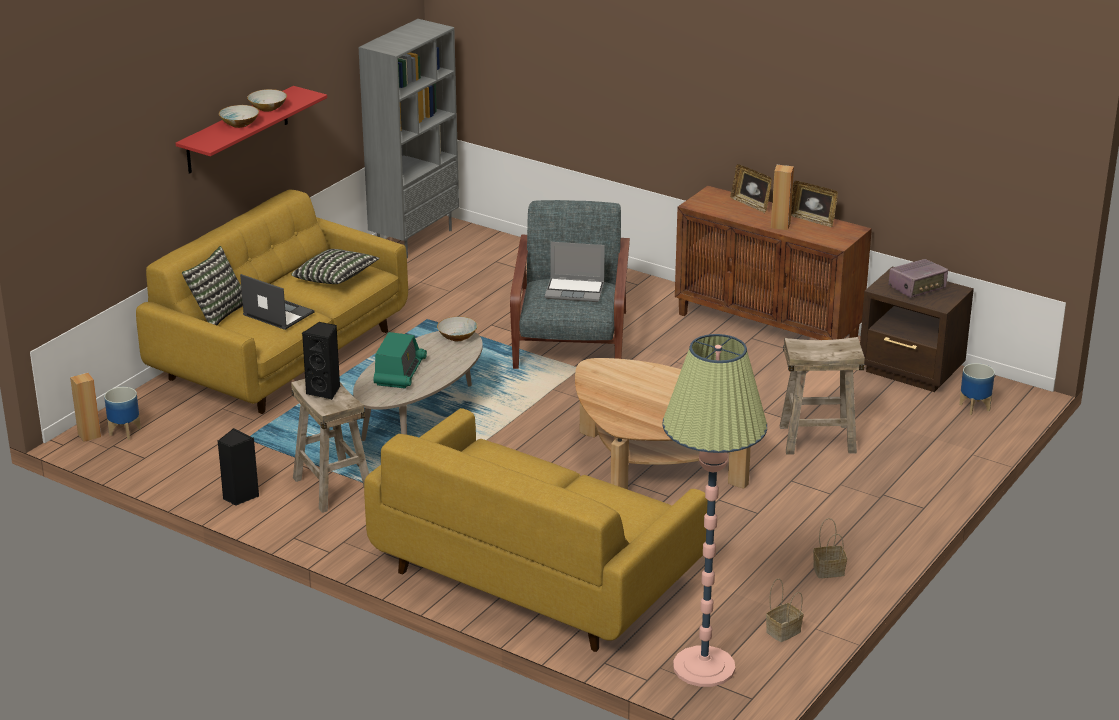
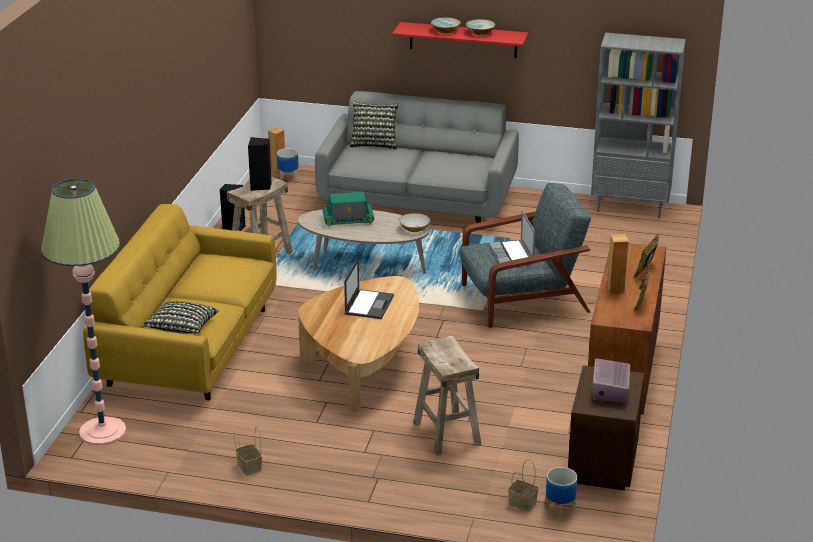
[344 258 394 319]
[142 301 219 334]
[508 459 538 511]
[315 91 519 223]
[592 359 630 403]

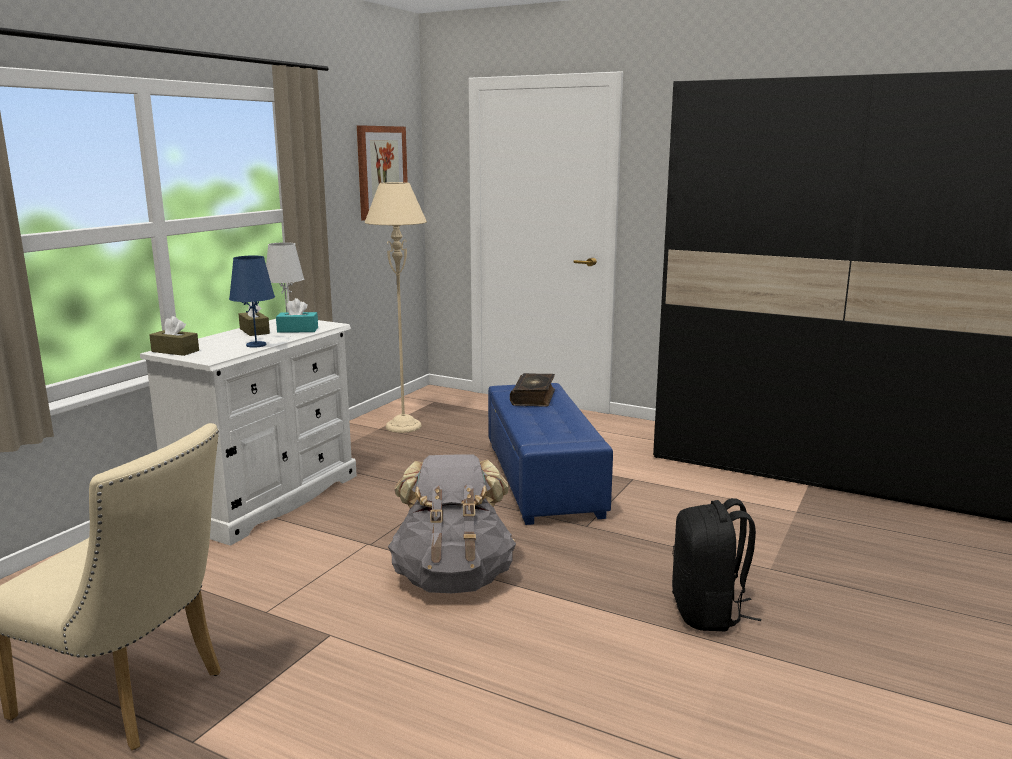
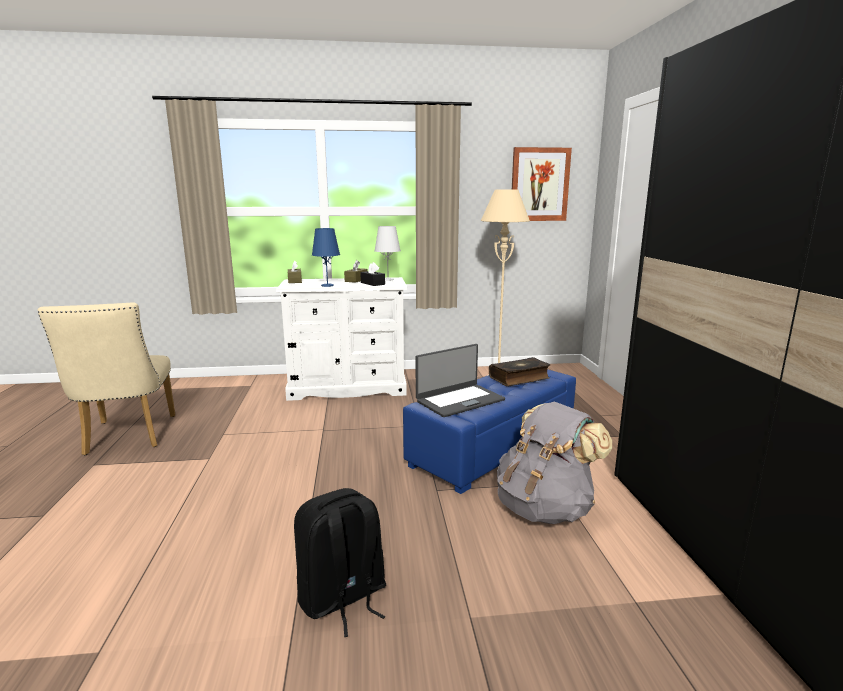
[416 344 505 417]
[497 401 612 524]
[360 262 385 286]

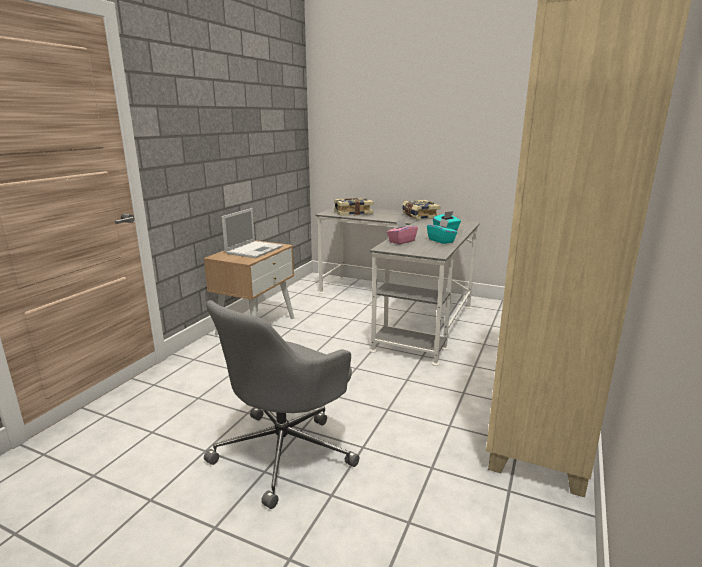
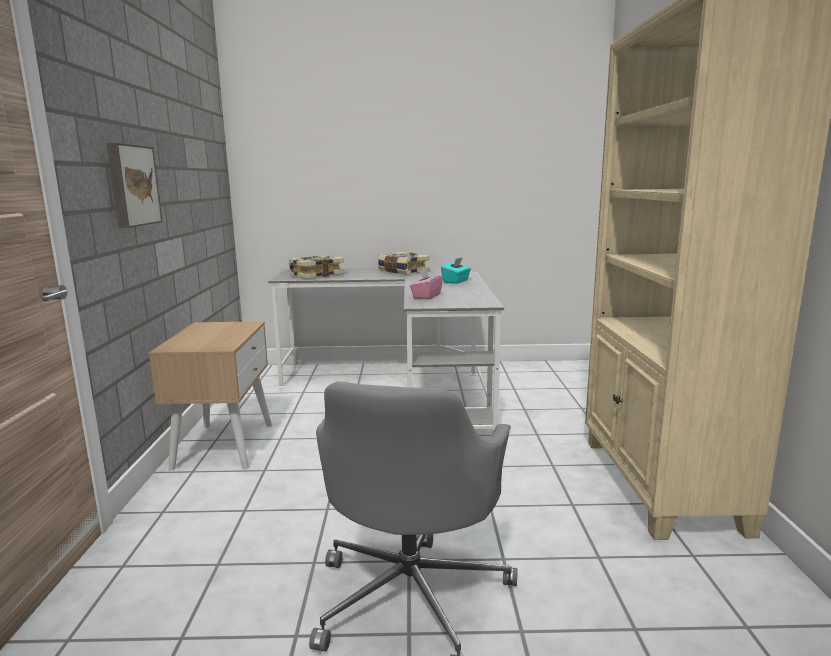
[222 208 283 258] (first image)
[427 219 458 244] (first image)
[107 143 163 228]

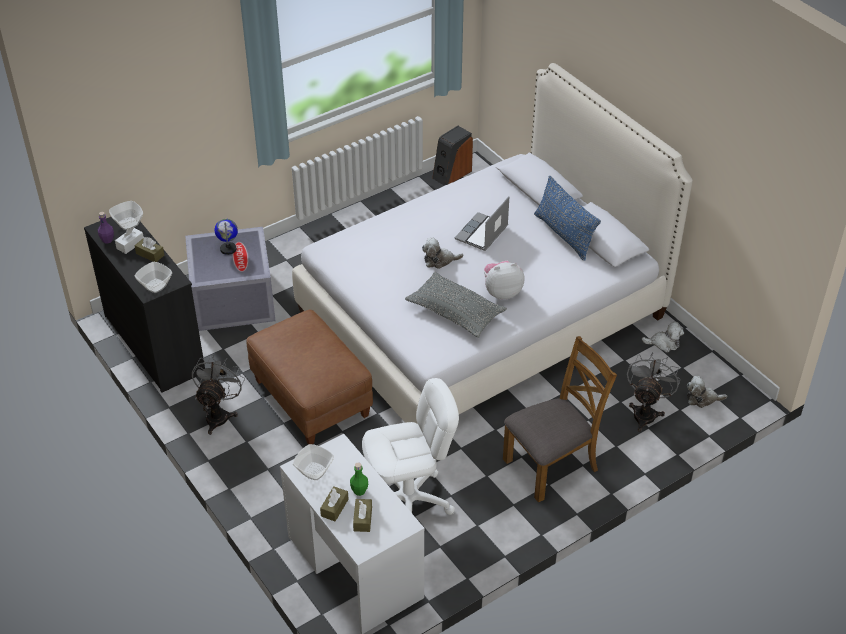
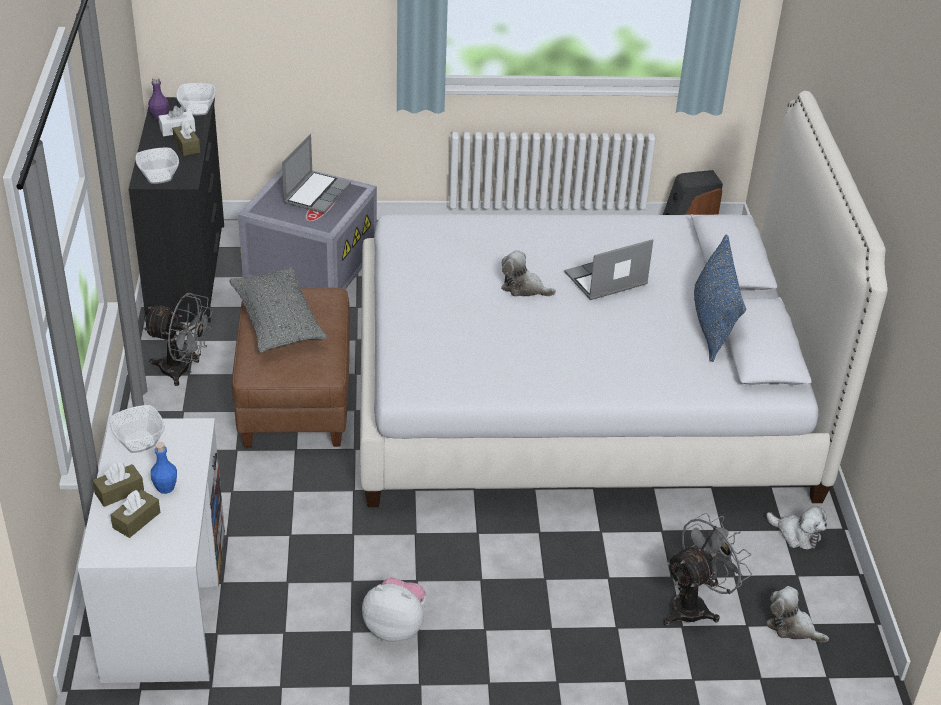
[362 378 459 515] (first image)
[503 336 617 502] (first image)
[229 267 327 353]
[362 577 426 642]
[282 134 351 213]
[151 442 177 494]
[143 293 213 386]

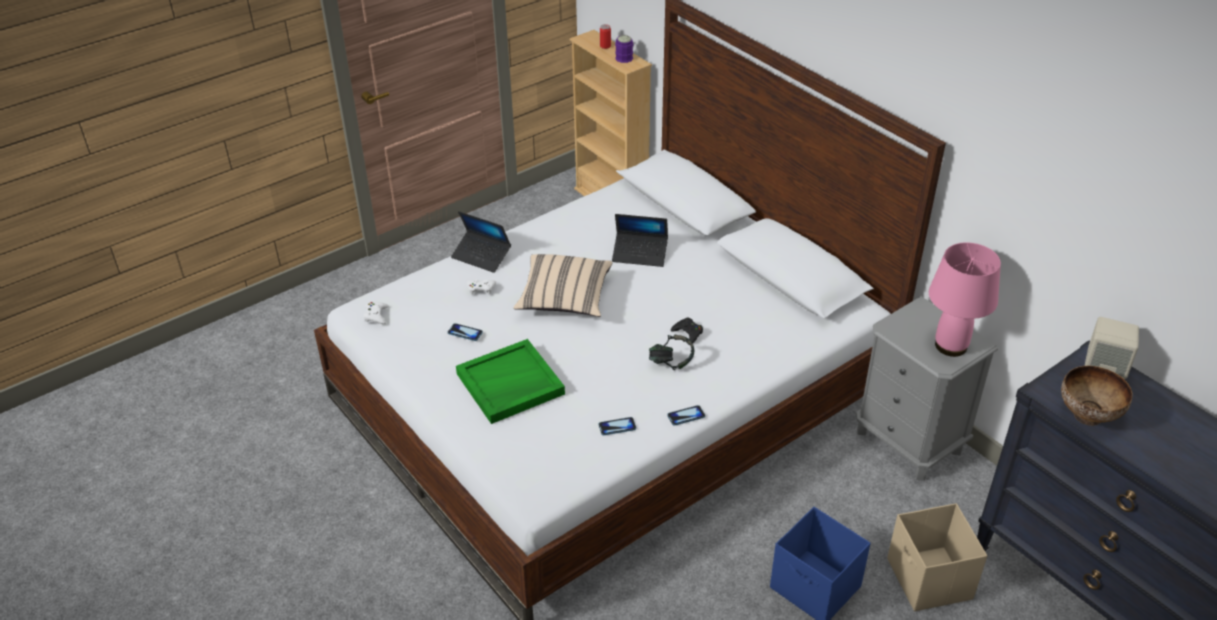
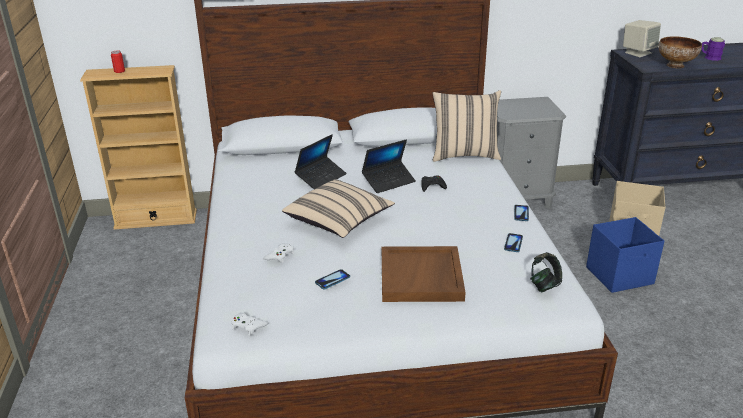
[929 243 1001 357] (first image)
[433 90 501 162]
[362 139 416 193]
[702 37 725 61]
[530 252 562 292]
[382 246 466 302]

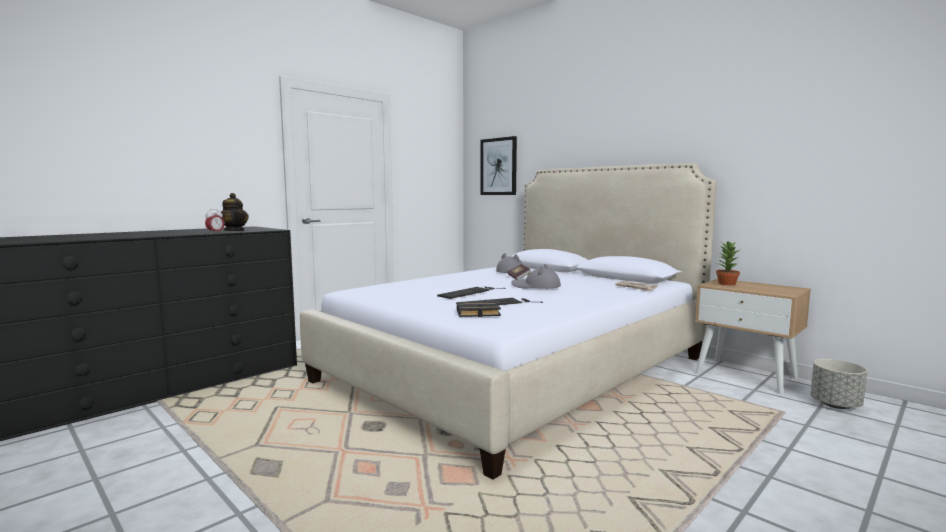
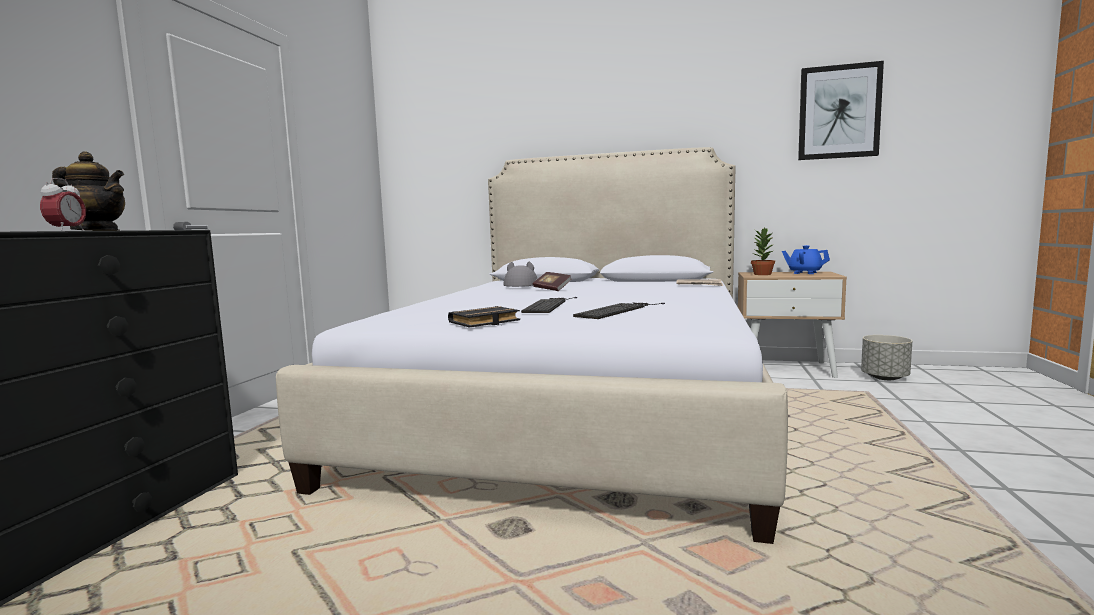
[511 264 561 288] (first image)
[782 245 830 274]
[448 306 520 328]
[798 61 884 160]

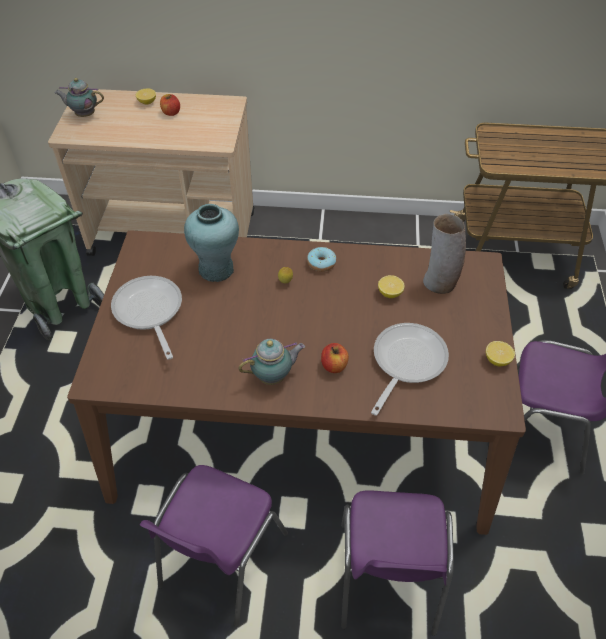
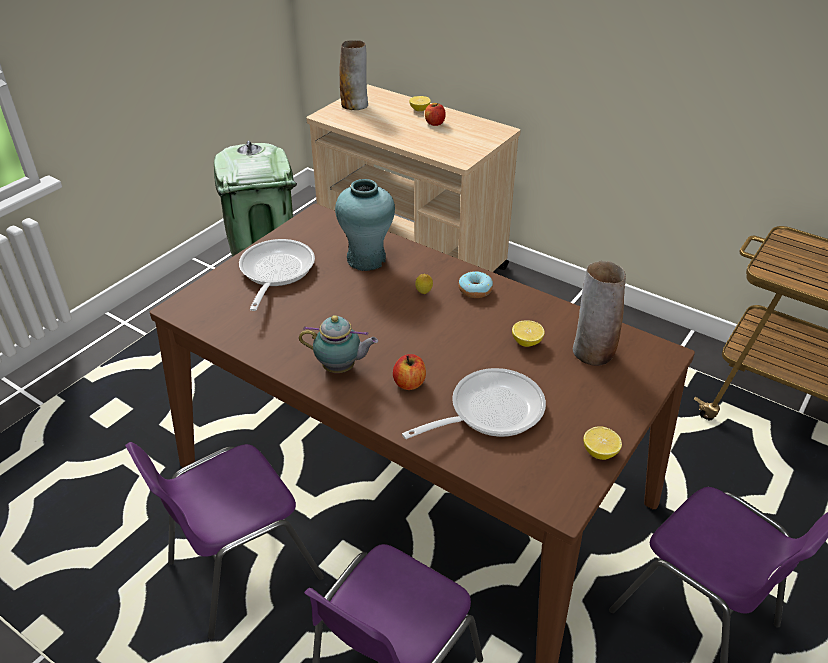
[340 40 368 110]

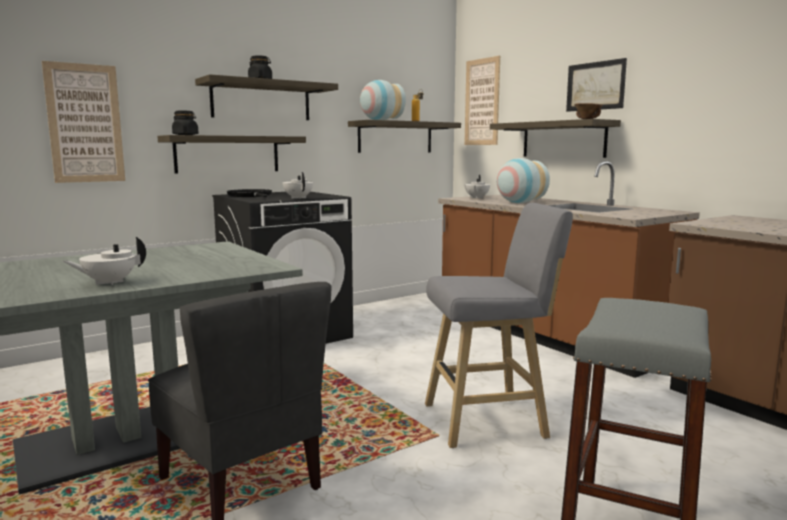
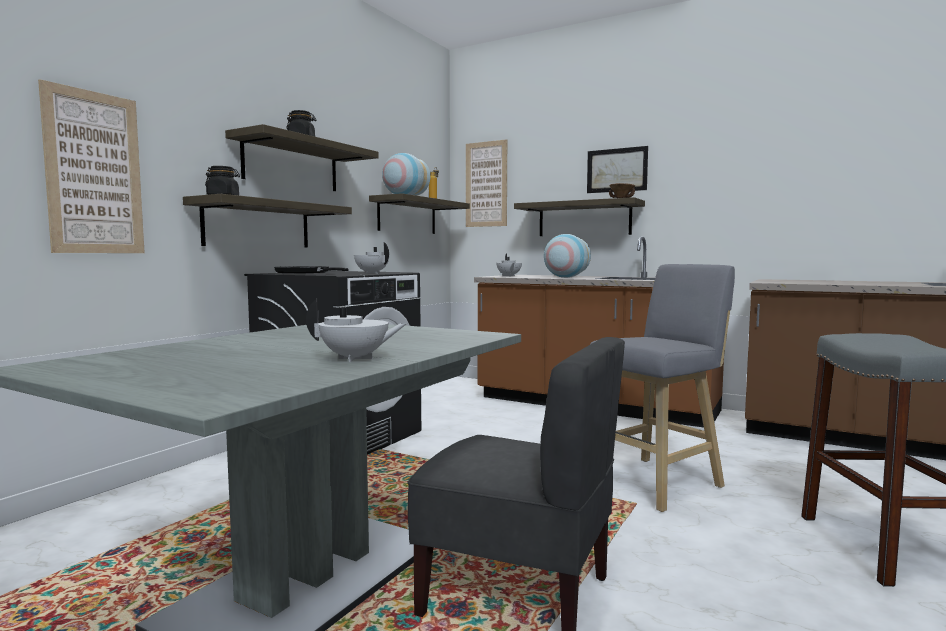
[306 299 407 362]

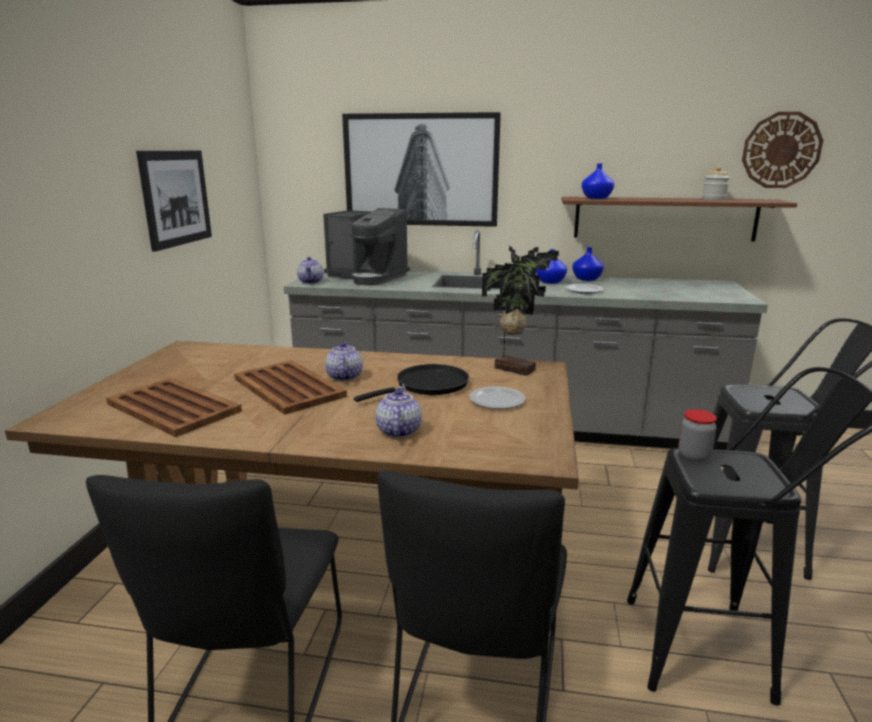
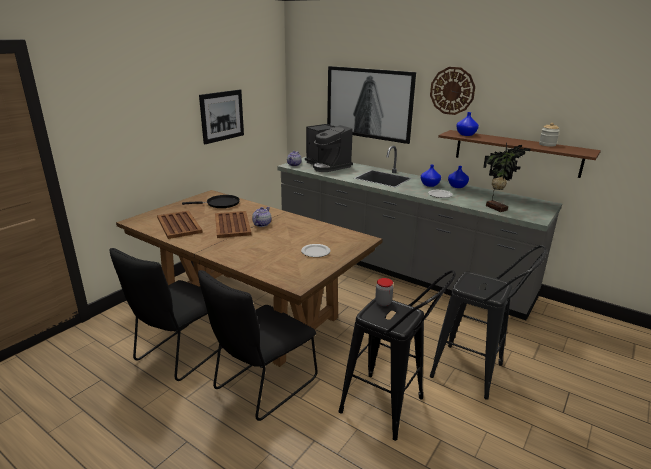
[376 387 422 438] (first image)
[182 195 240 208]
[483 142 531 212]
[430 67 475 115]

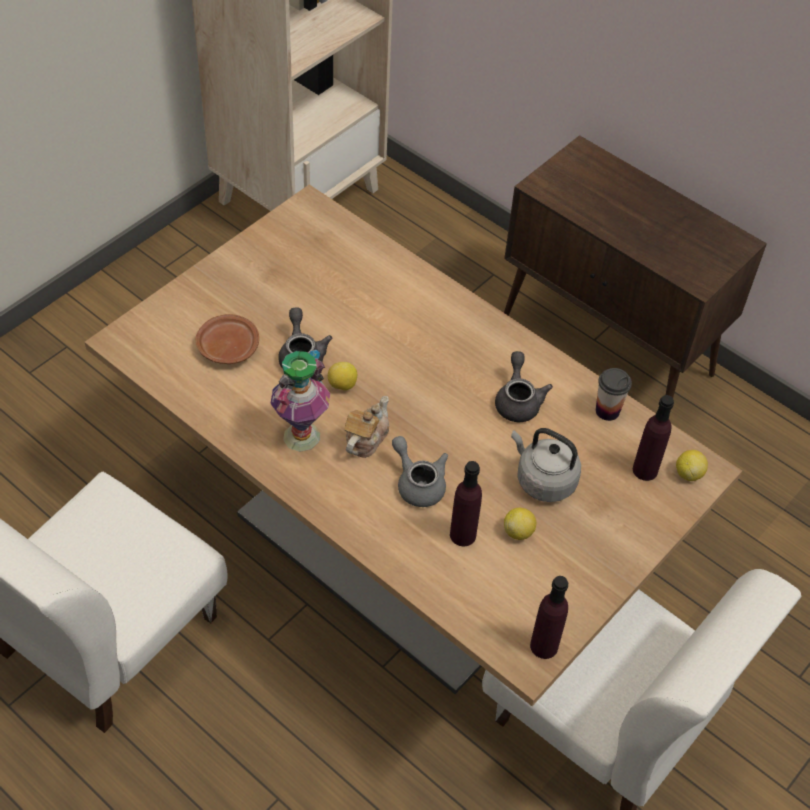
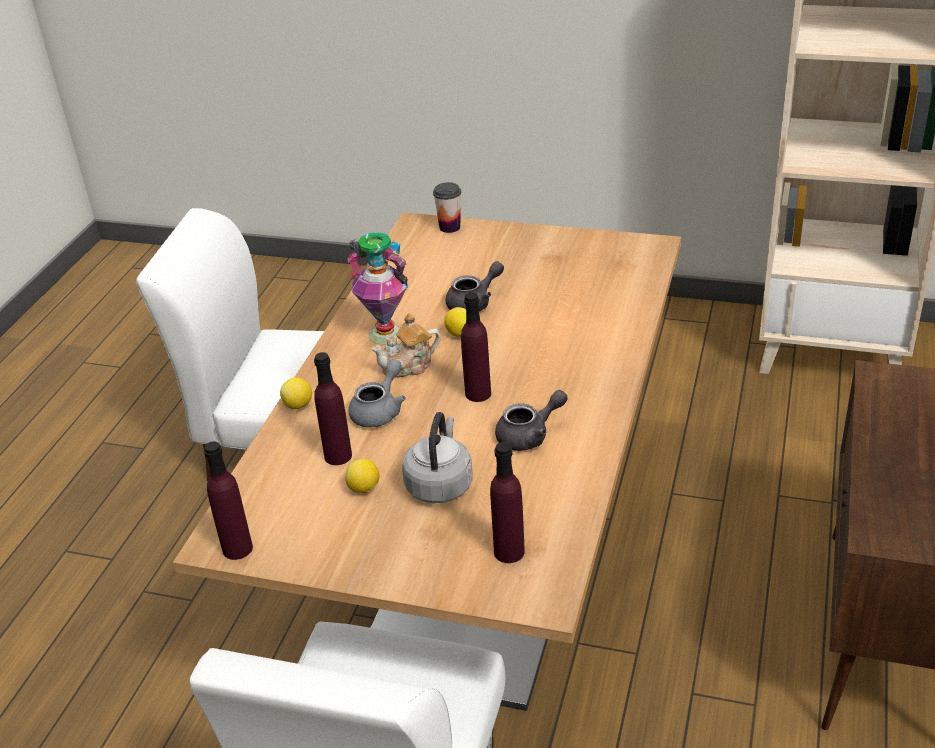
[196 314 259 364] (first image)
[461 292 491 402]
[433 182 461 233]
[280 377 312 409]
[372 314 441 378]

